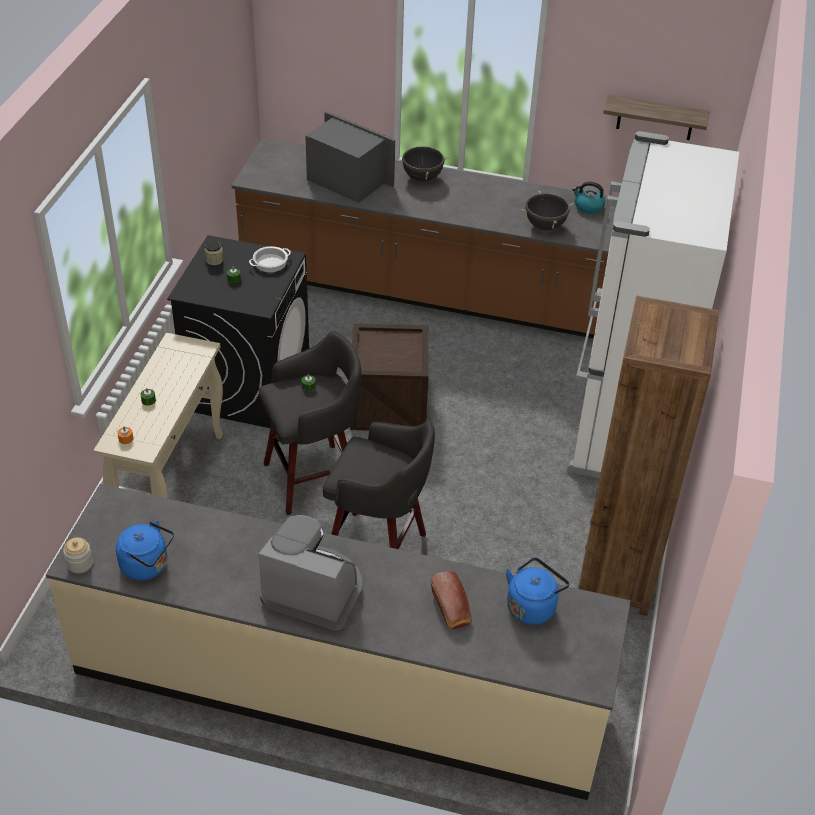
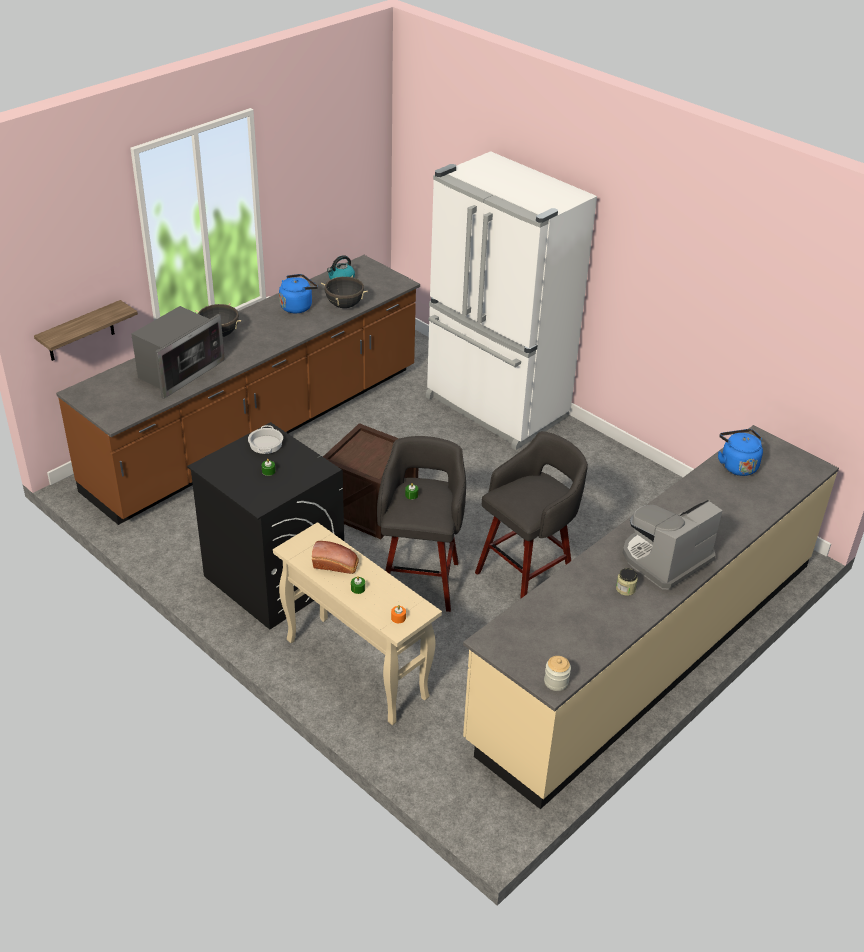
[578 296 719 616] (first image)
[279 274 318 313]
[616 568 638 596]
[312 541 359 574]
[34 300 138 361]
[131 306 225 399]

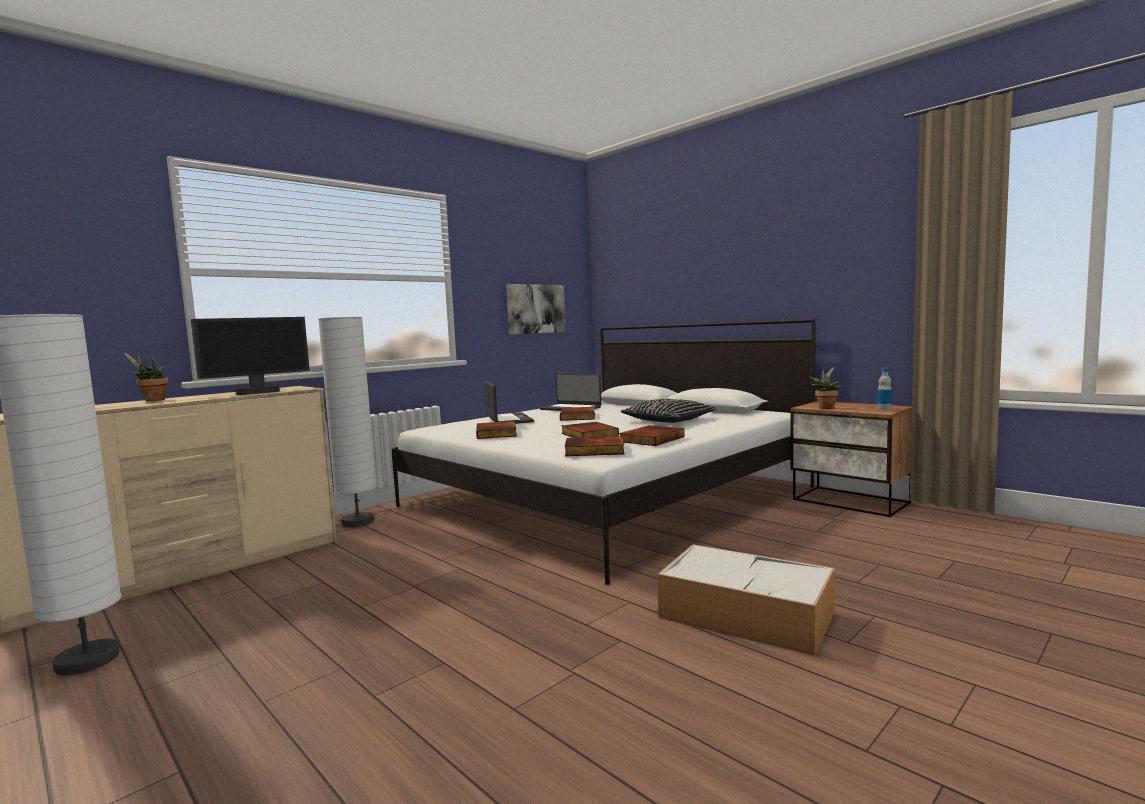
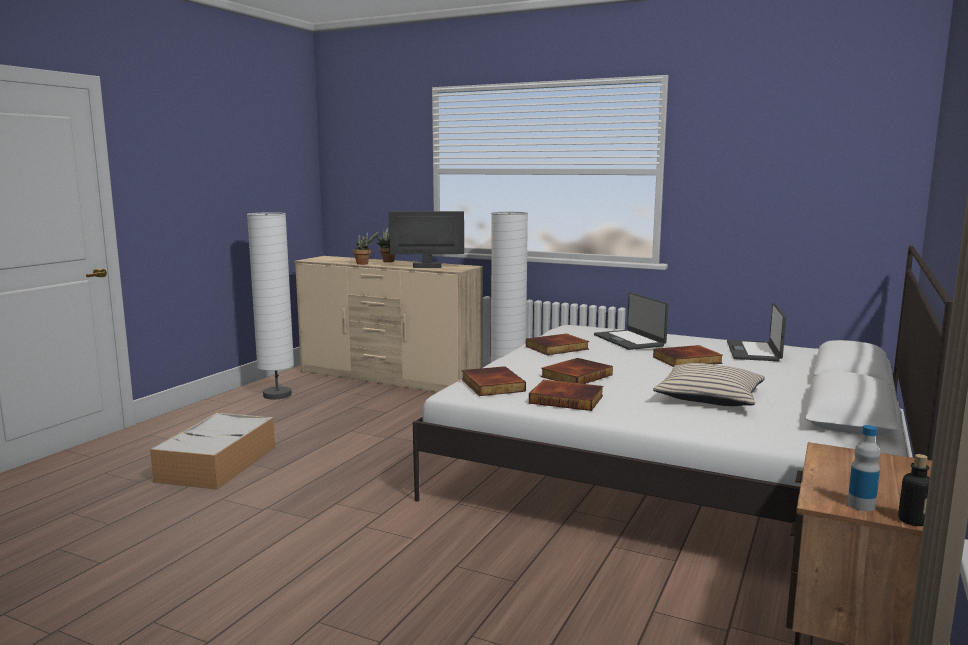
[506 284 566 334] (first image)
[898 454 930 526]
[150 413 275 490]
[353 230 380 265]
[653 363 765 406]
[388 211 464 268]
[594 292 669 350]

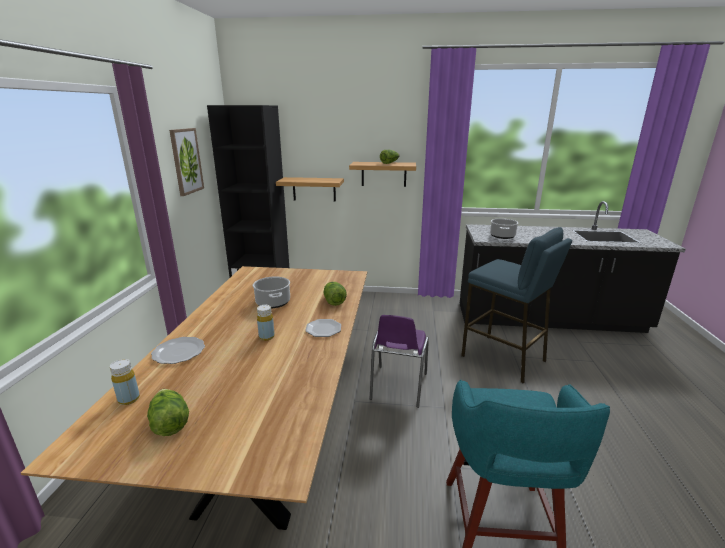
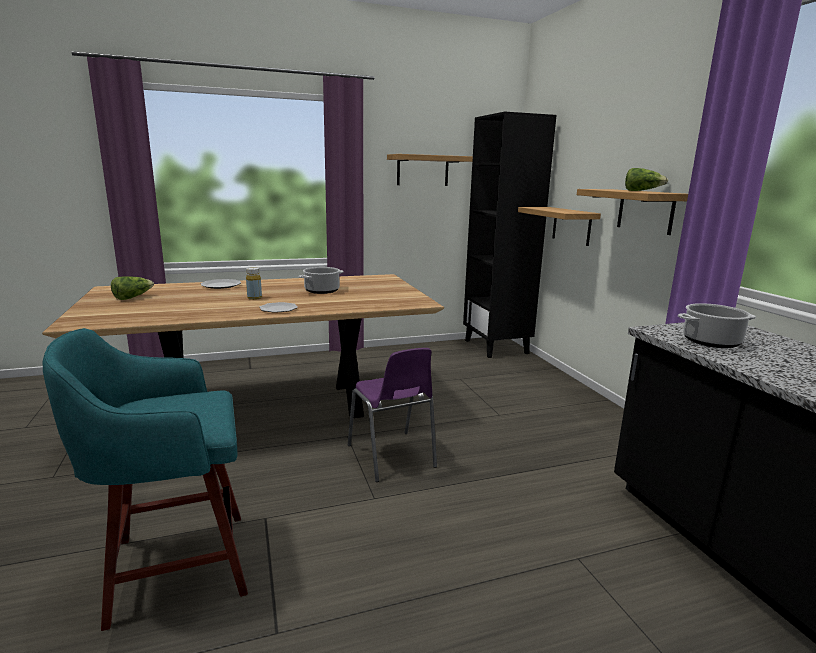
[110 359 140 405] (first image)
[323 282 347 306] (first image)
[461 227 572 383] (first image)
[387 154 473 186]
[348 348 437 482]

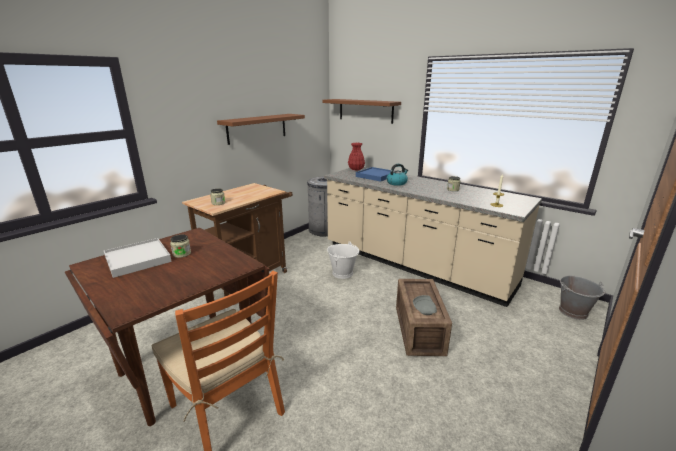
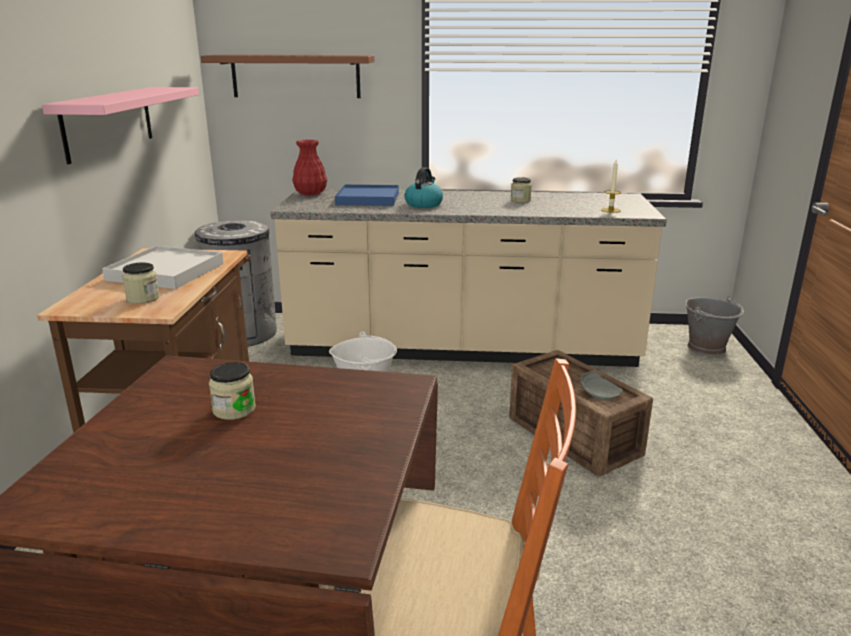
[102 246 224 289]
[42 87 199 164]

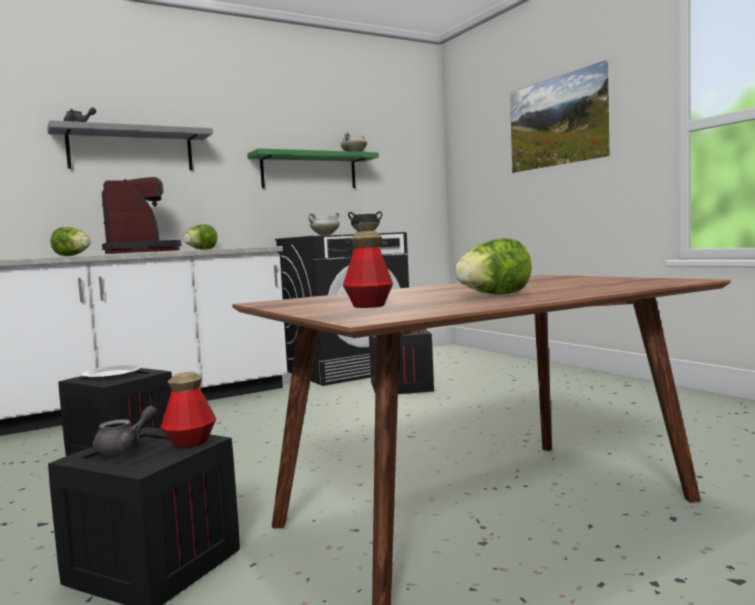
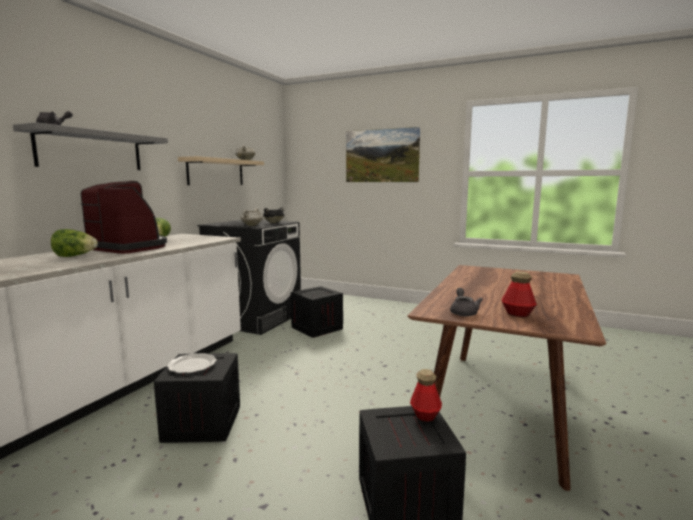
[454 238 532 295] (first image)
[450 288 483 316]
[178 156 264 185]

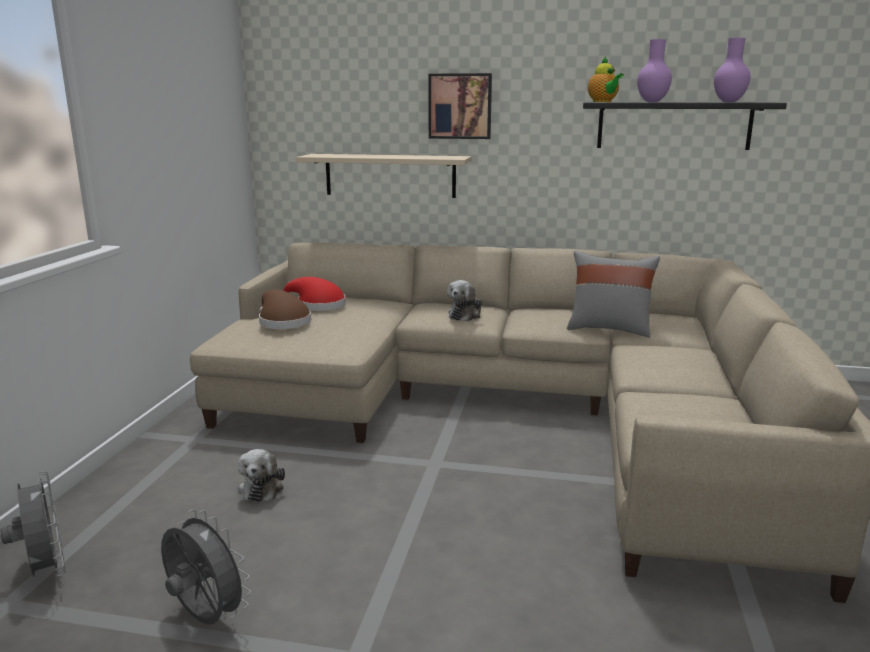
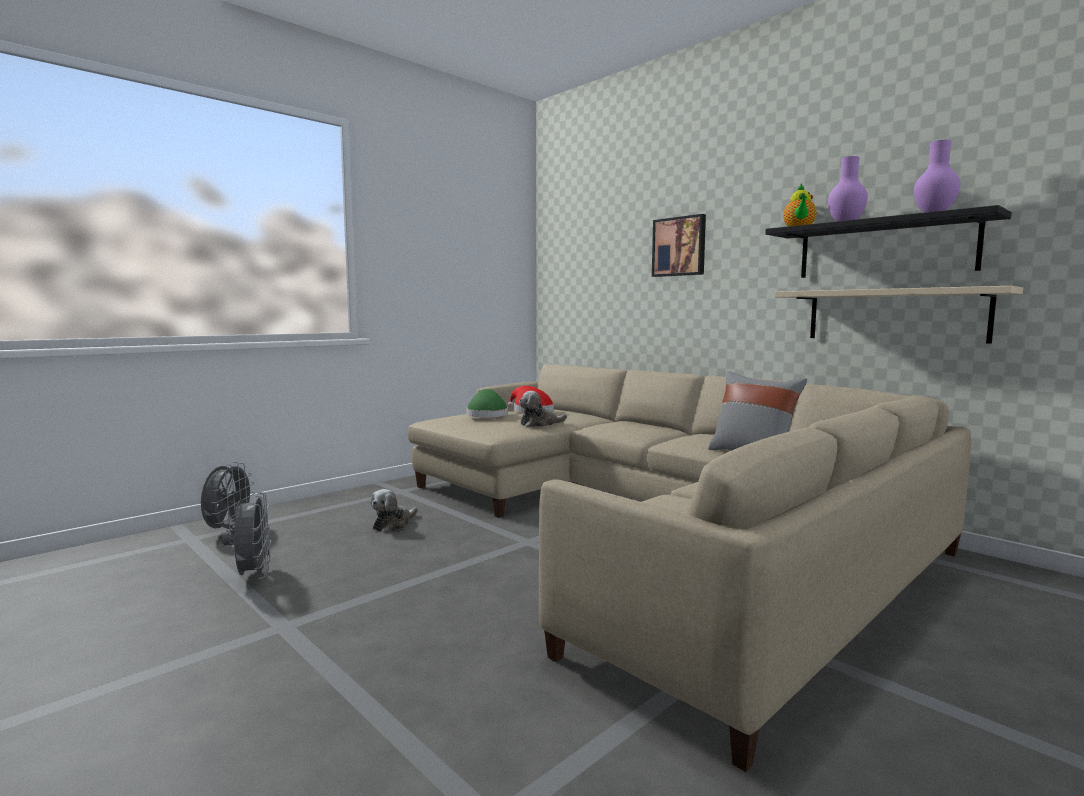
[775 286 1023 344]
[519 391 567 427]
[466 389 508 418]

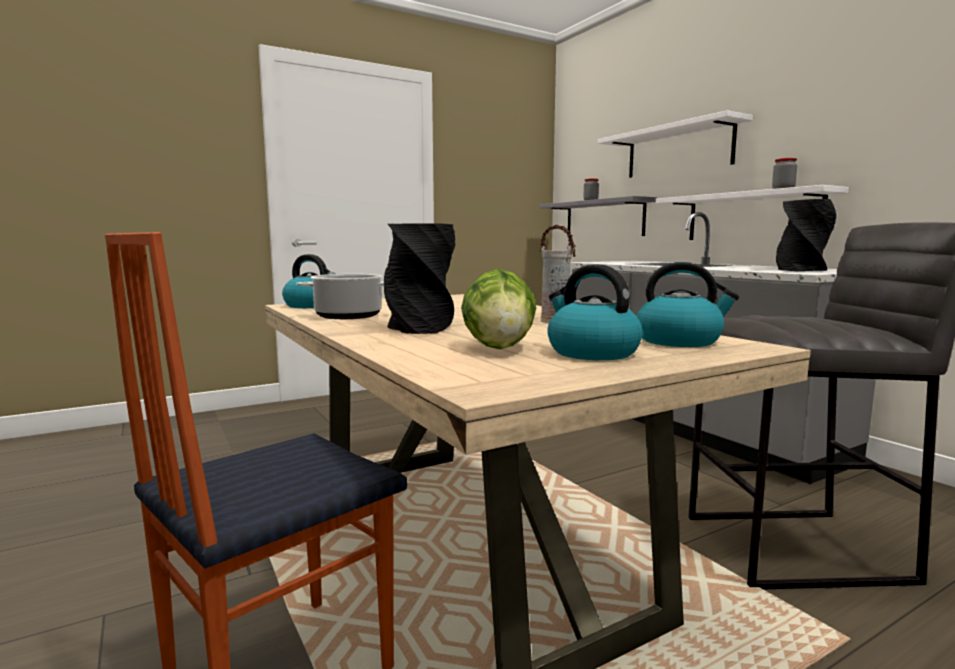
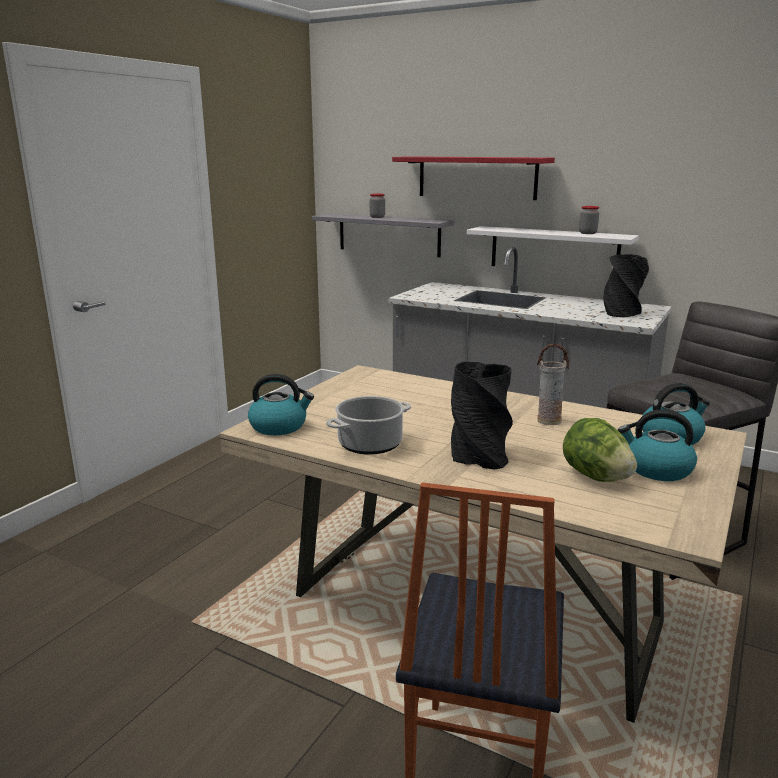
[392 156 555 200]

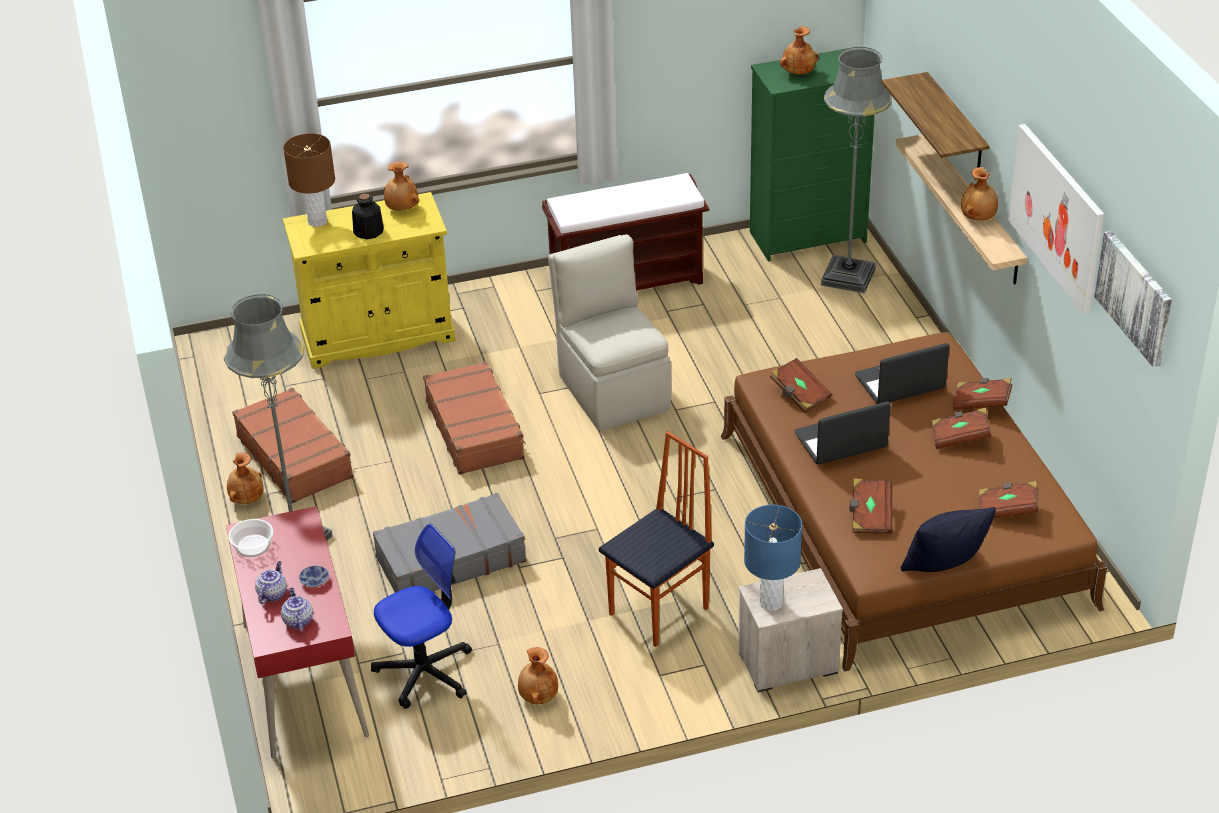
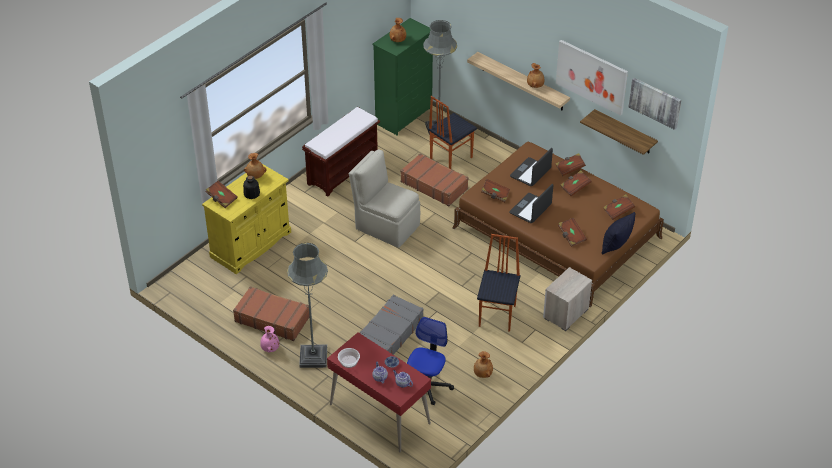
[744 505 802 611] (first image)
[428 96 477 169]
[400 154 469 206]
[580 109 658 155]
[206 181 238 208]
[260 326 279 352]

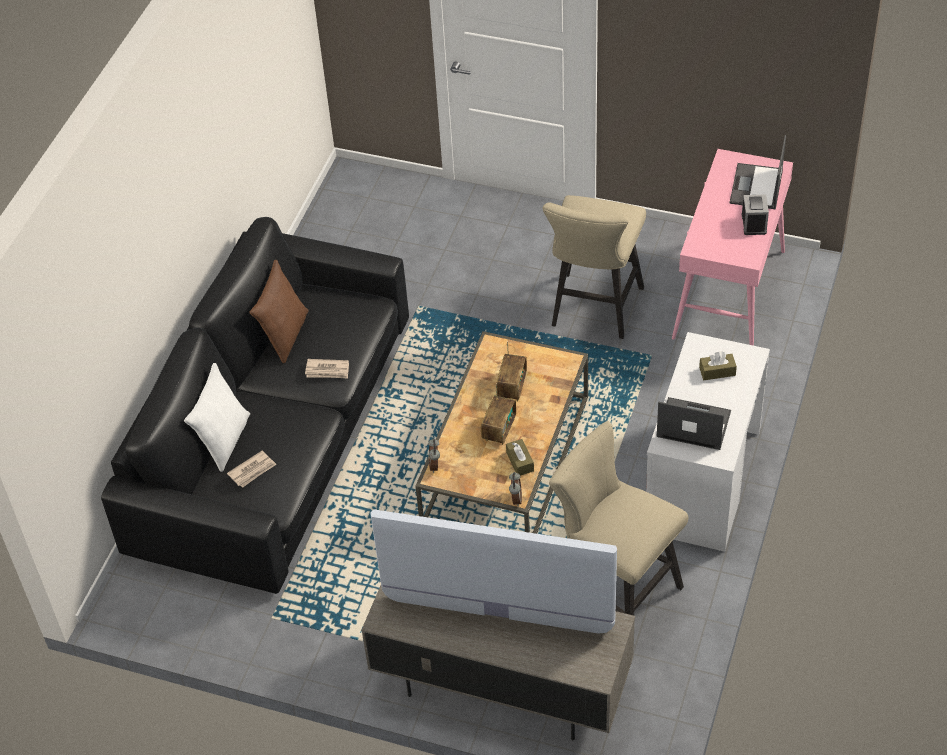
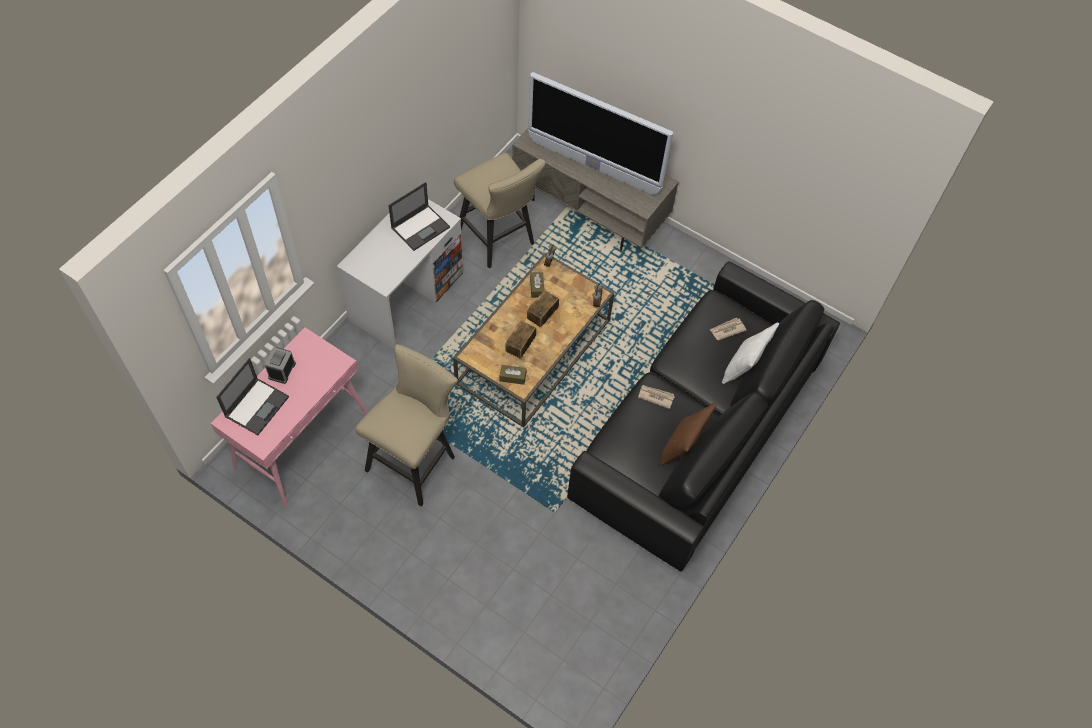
[500 365 526 385]
[388 182 450 251]

